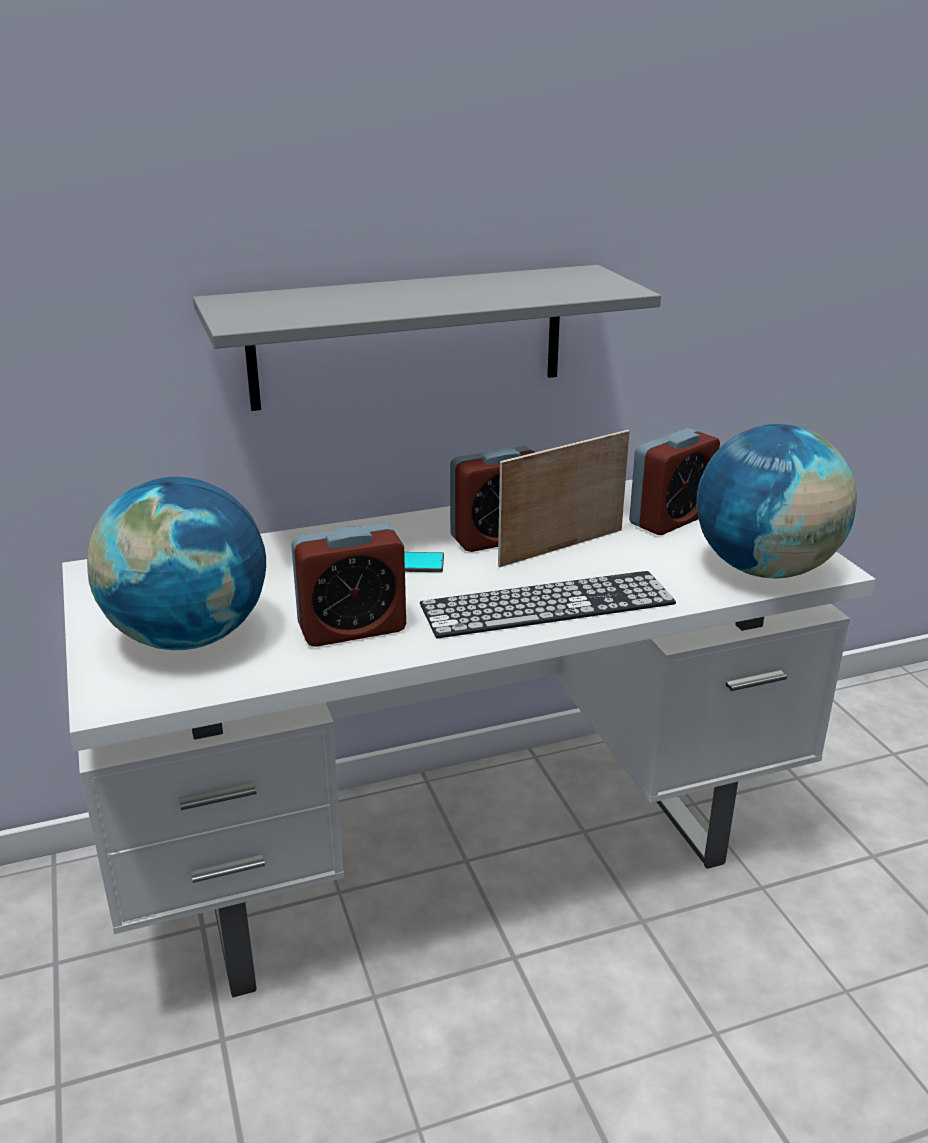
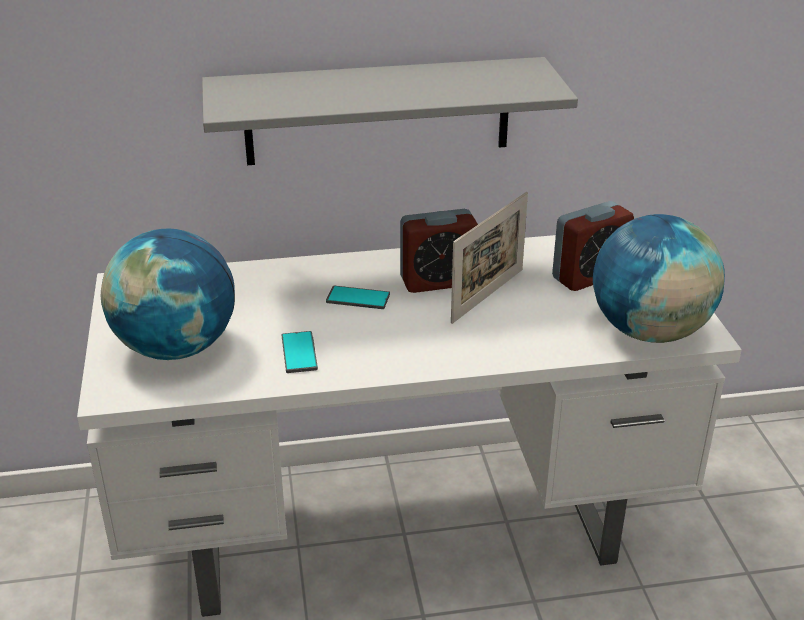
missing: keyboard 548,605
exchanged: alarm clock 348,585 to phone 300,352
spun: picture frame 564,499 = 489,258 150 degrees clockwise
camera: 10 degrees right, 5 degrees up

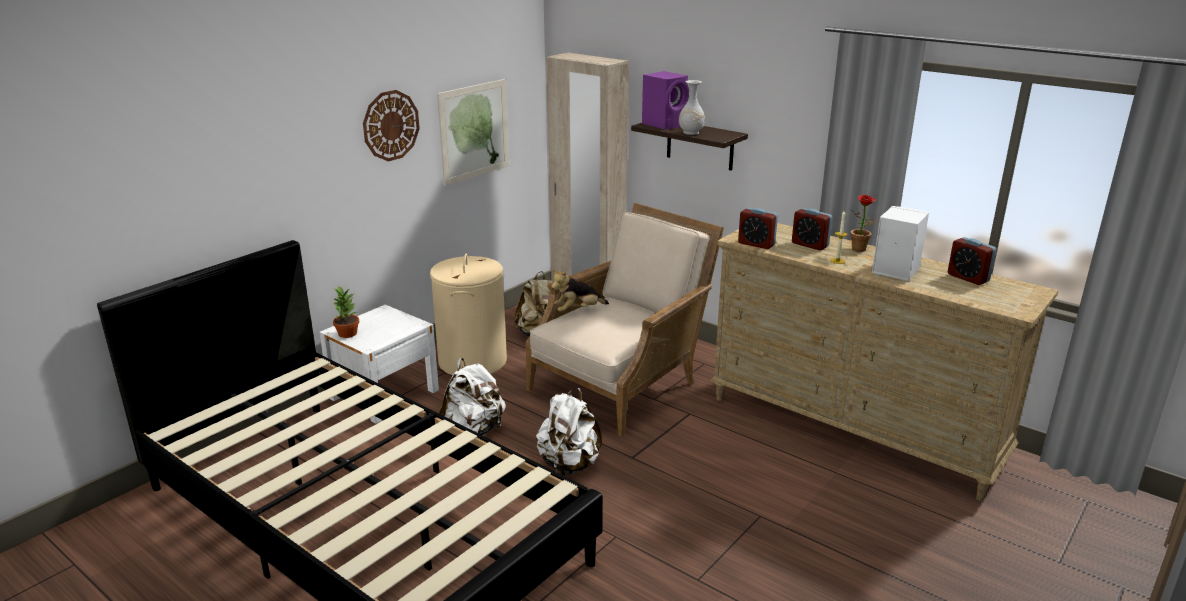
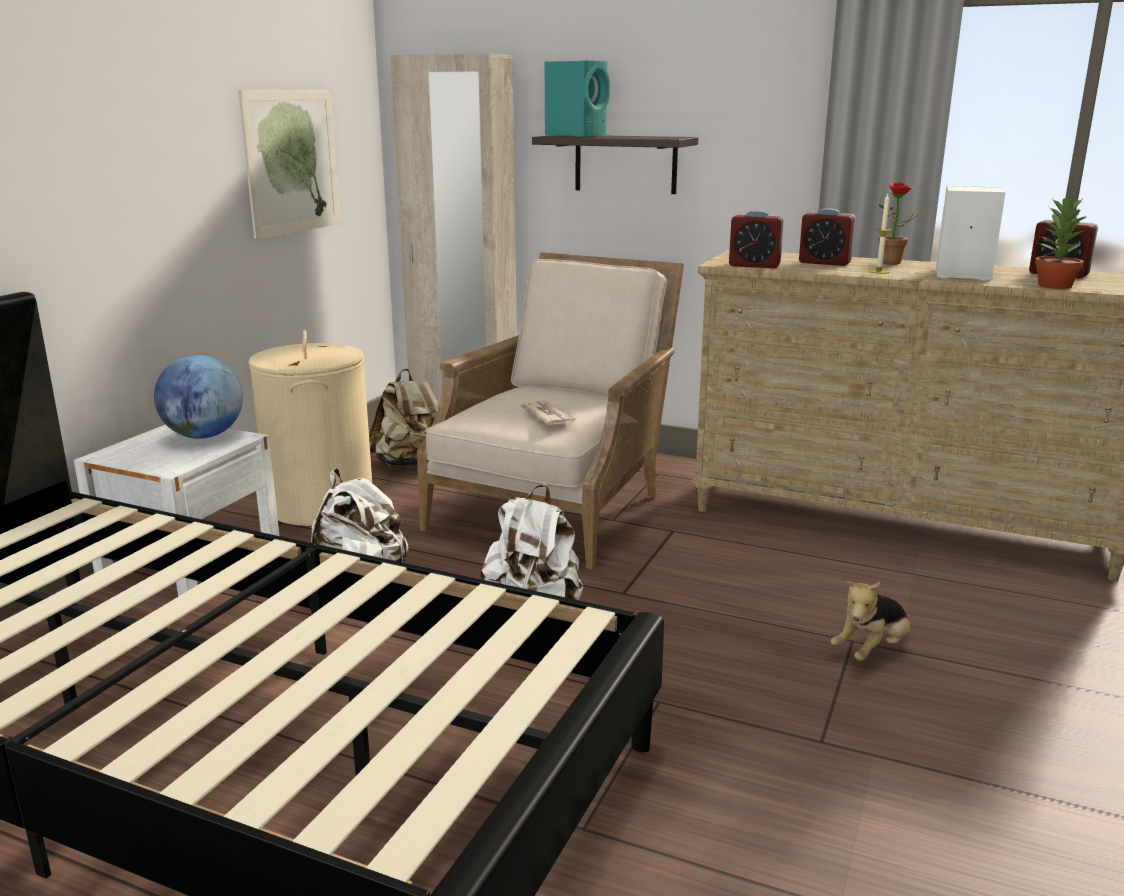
missing: wall clock 391,126; vase (white) 692,107
appeared: globe 198,397; newspaper 548,413
relocated: plush toy 580,291 to 870,621; potted plant 346,311 to 1060,242
colour: speaker (purple) 665,100 to speaker (turquoise) 577,98
camera: 15 degrees left, 5 degrees down

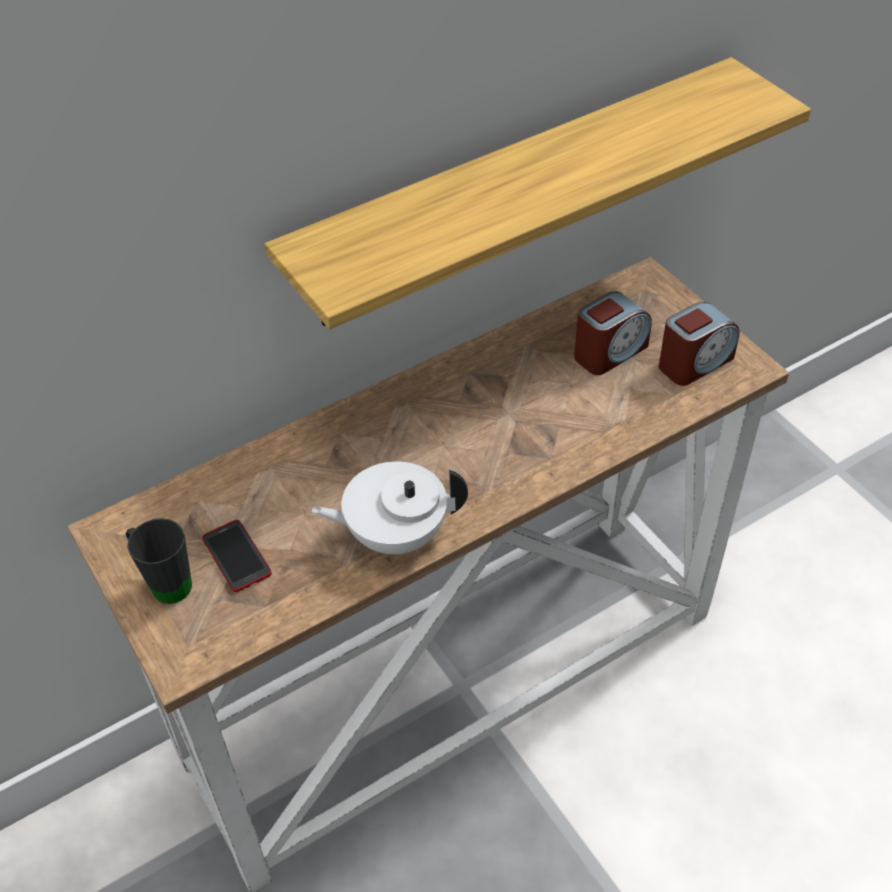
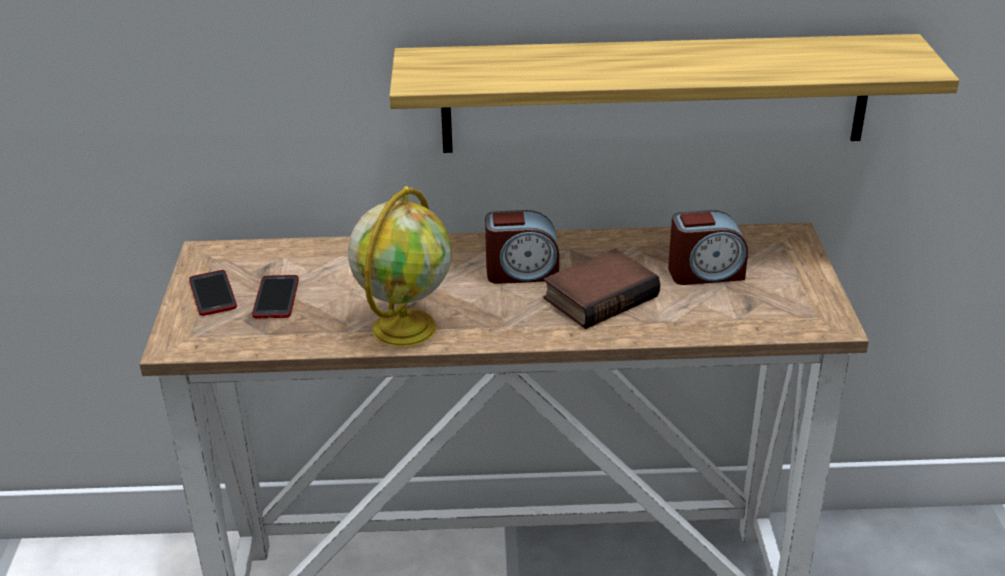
appeared: book 601,288
relocated: alarm clock 699,343 to 522,247
exchanged: mug (black) 159,561 to phone 213,293; teapot (white) 389,508 to globe 400,266
camera: 30 degrees right, 15 degrees down

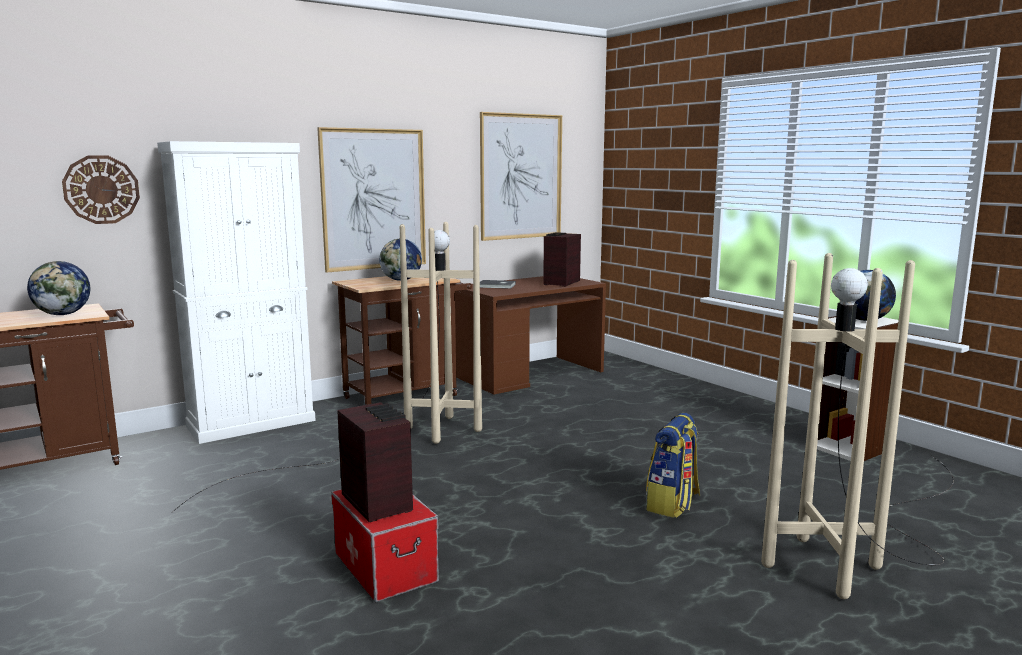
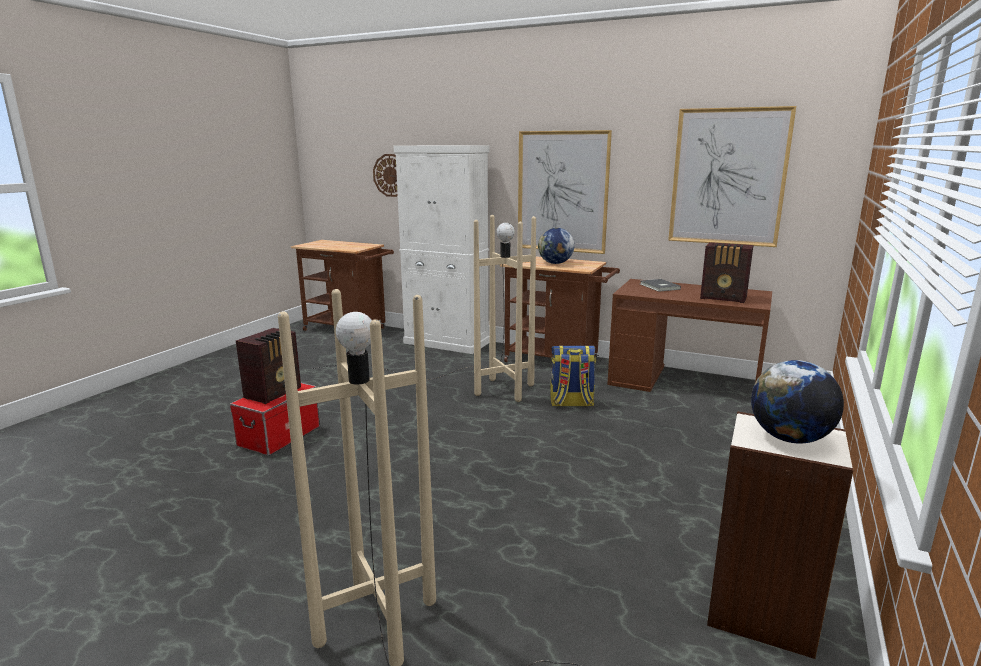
missing: globe 58,288
relocated: backpack 673,465 to 573,376
spun: radio 562,259 = 726,272 150 degrees counterclockwise
camera: 60 degrees right, 5 degrees up

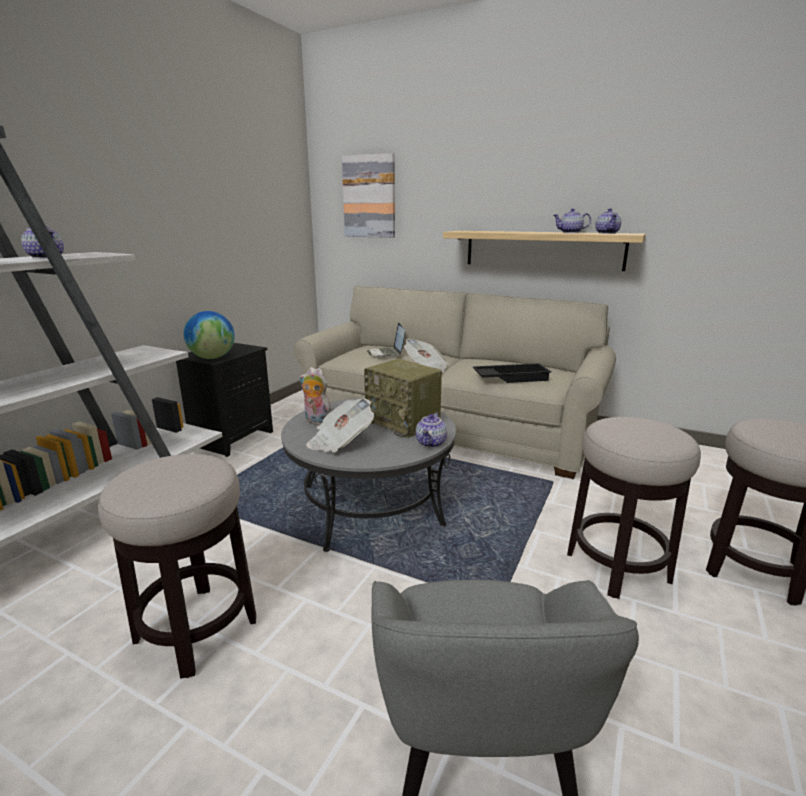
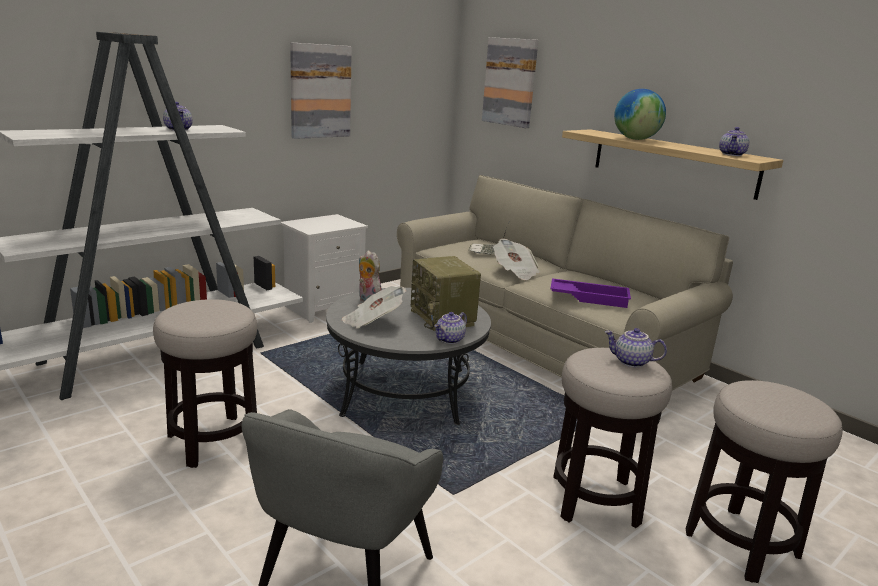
appeared: picture 321,91
relocated: teapot 572,221 to 636,347; globe 209,335 to 640,114
colour: nightstand (black) 224,400 to nightstand (white) 324,268; tray (black) 512,373 to tray (purple) 590,293
camera: 20 degrees right, 0 degrees up

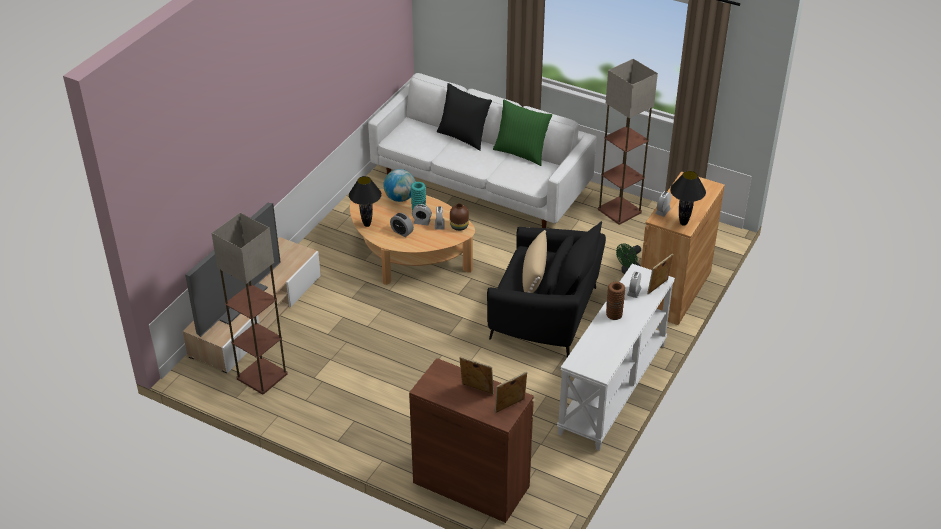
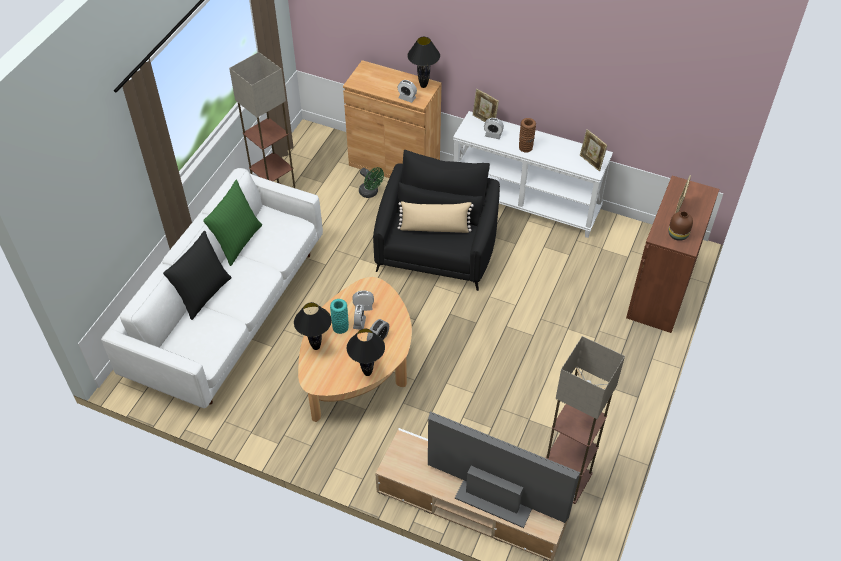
relocated: picture frame 511,392 to 594,150; vase (brown) 459,217 to 680,226
exchanged: globe 399,185 to table lamp (black) 313,326
camera: 95 degrees left, 10 degrees up

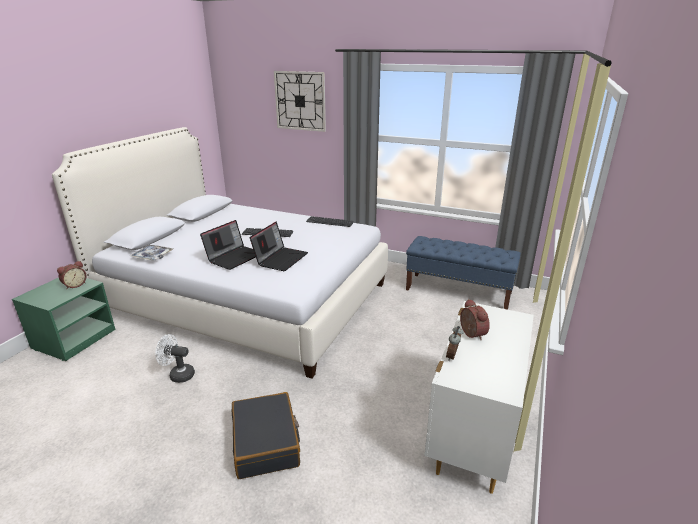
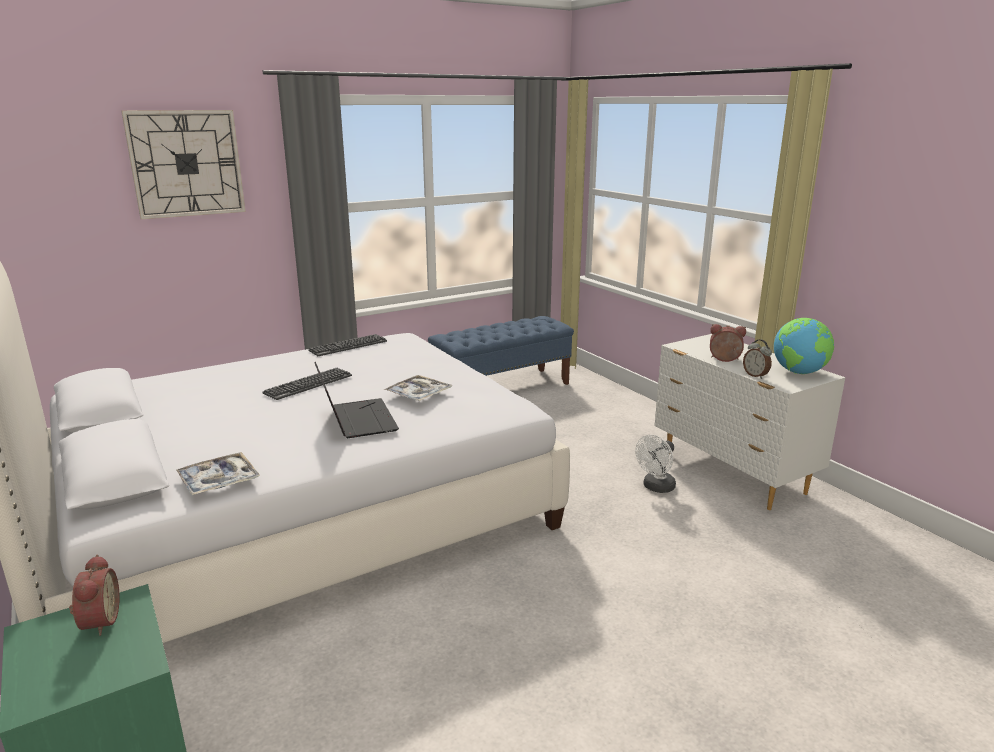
missing: suitcase (black) 266,435
appeared: globe 804,346
relocated: fan (white) 175,358 to 655,464
exchanged: laptop 279,246 to tray 418,388
camera: 55 degrees left, 5 degrees down

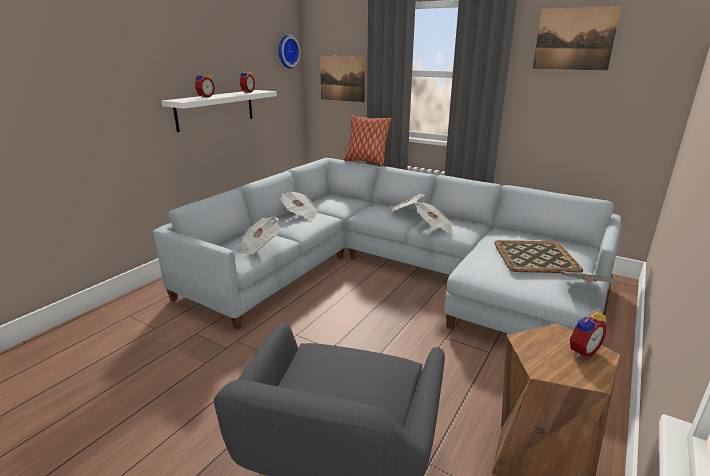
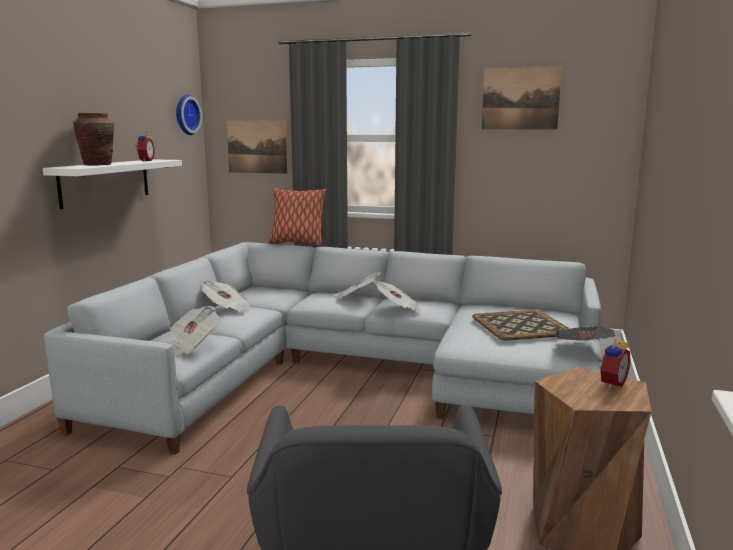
exchanged: alarm clock 205,84 to vase (brown) 93,139
camera: 15 degrees left, 10 degrees down

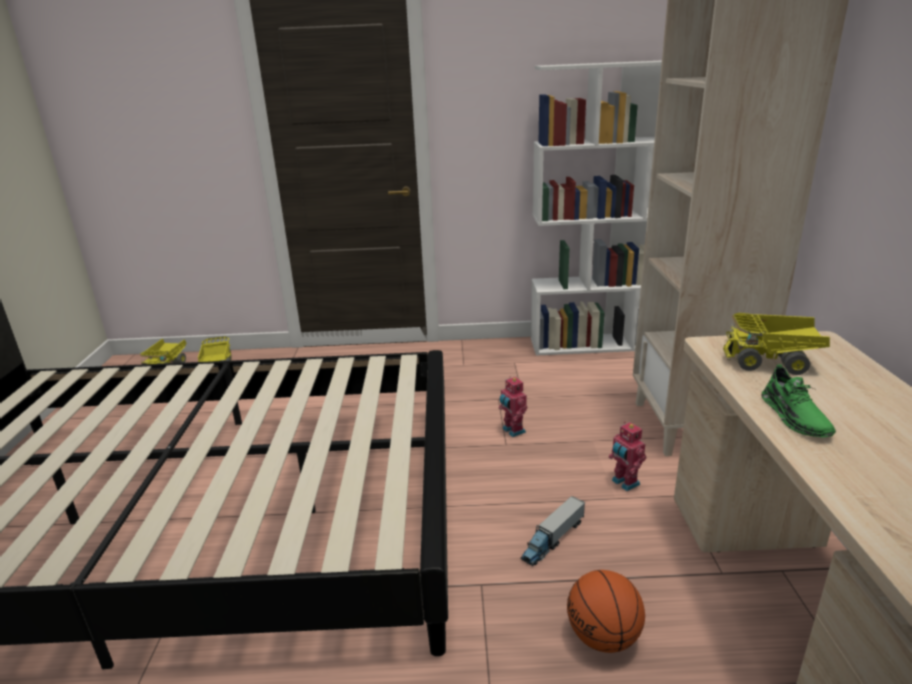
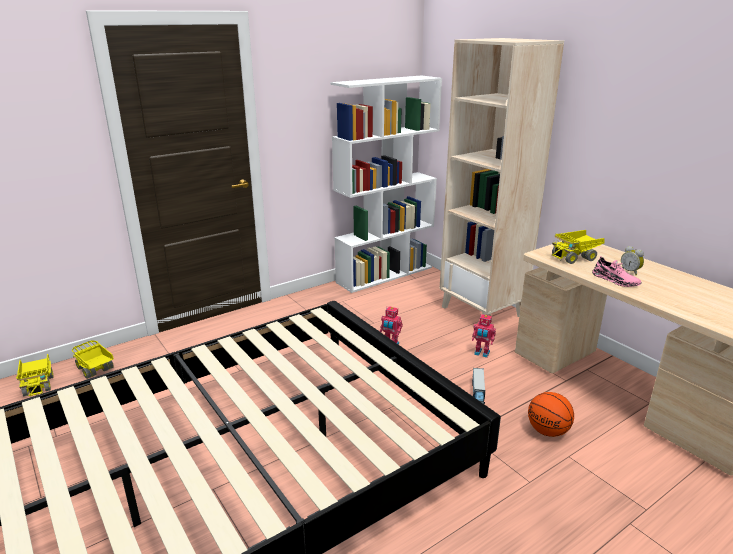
appeared: alarm clock 632,260
colour: shoe (green) 798,400 to shoe (pink) 617,271
camera: 35 degrees left, 0 degrees up

